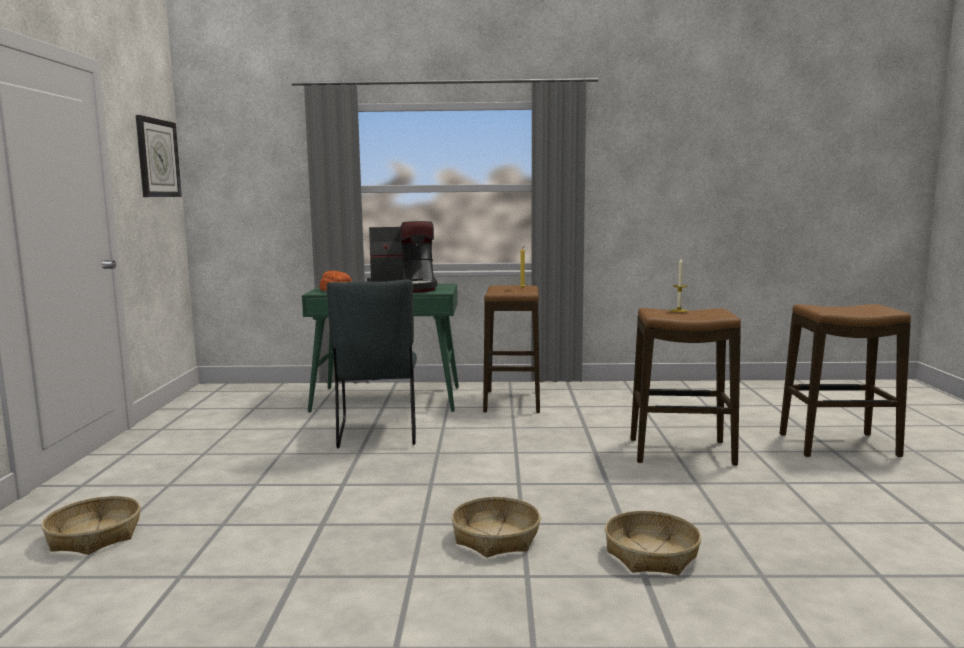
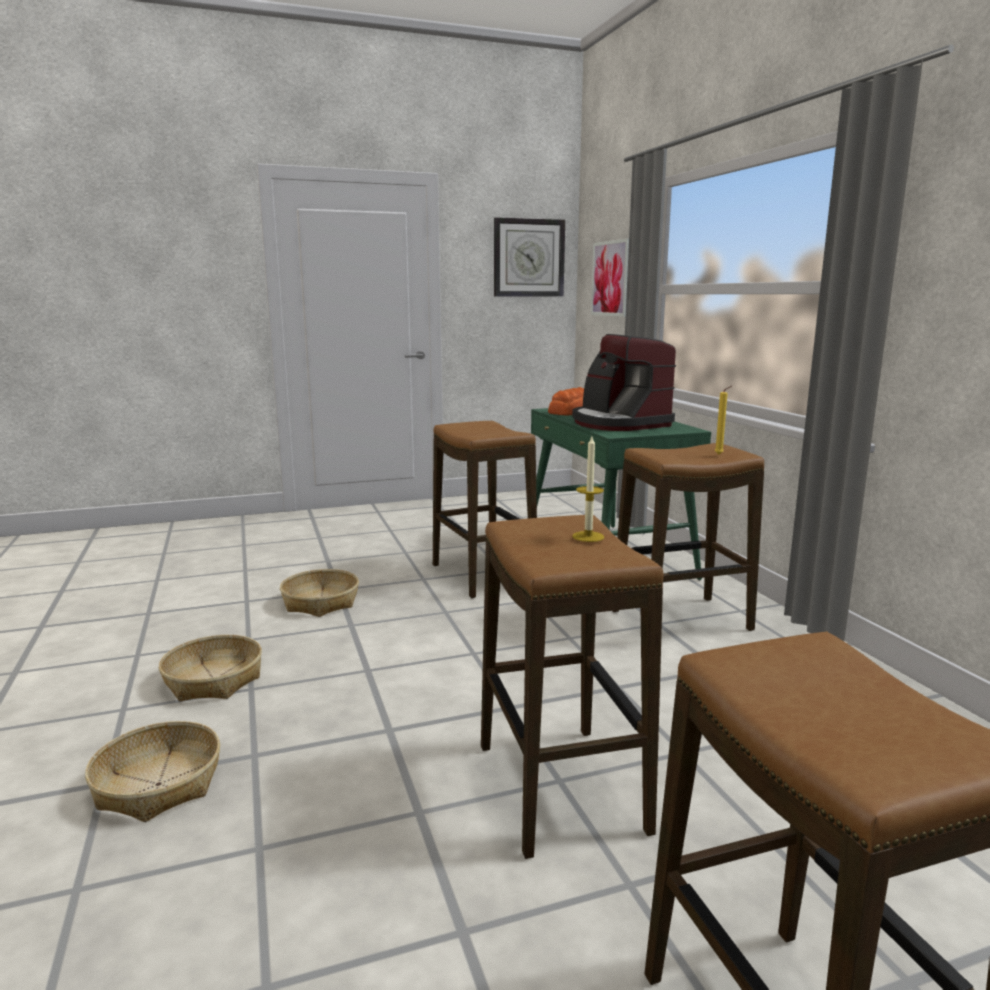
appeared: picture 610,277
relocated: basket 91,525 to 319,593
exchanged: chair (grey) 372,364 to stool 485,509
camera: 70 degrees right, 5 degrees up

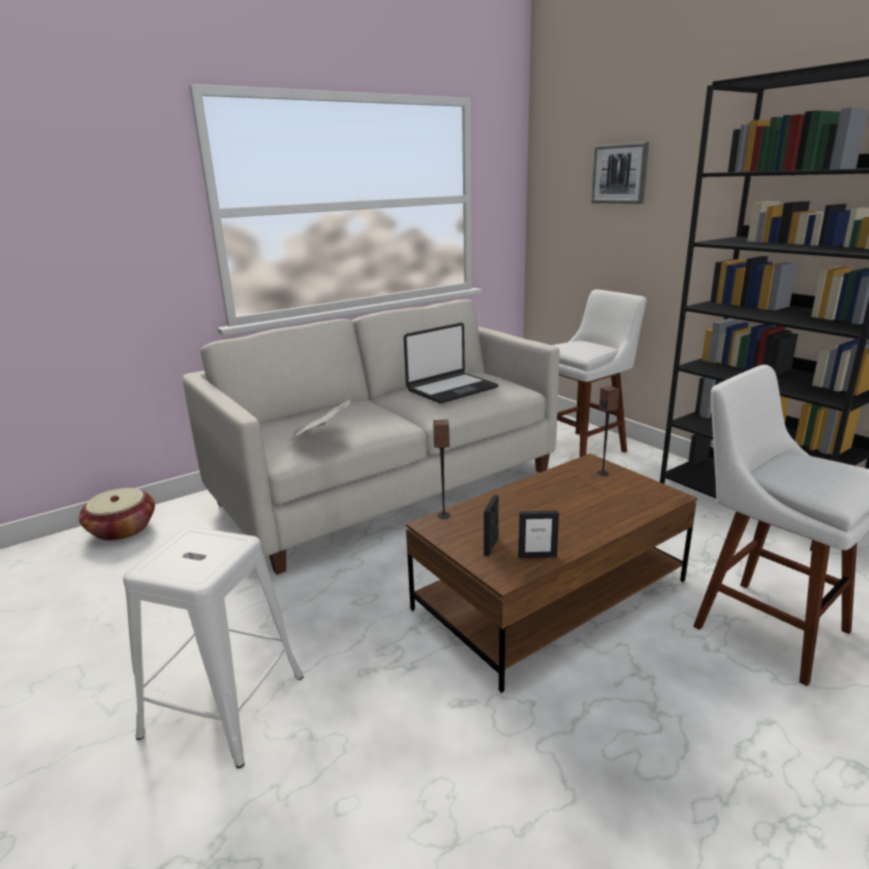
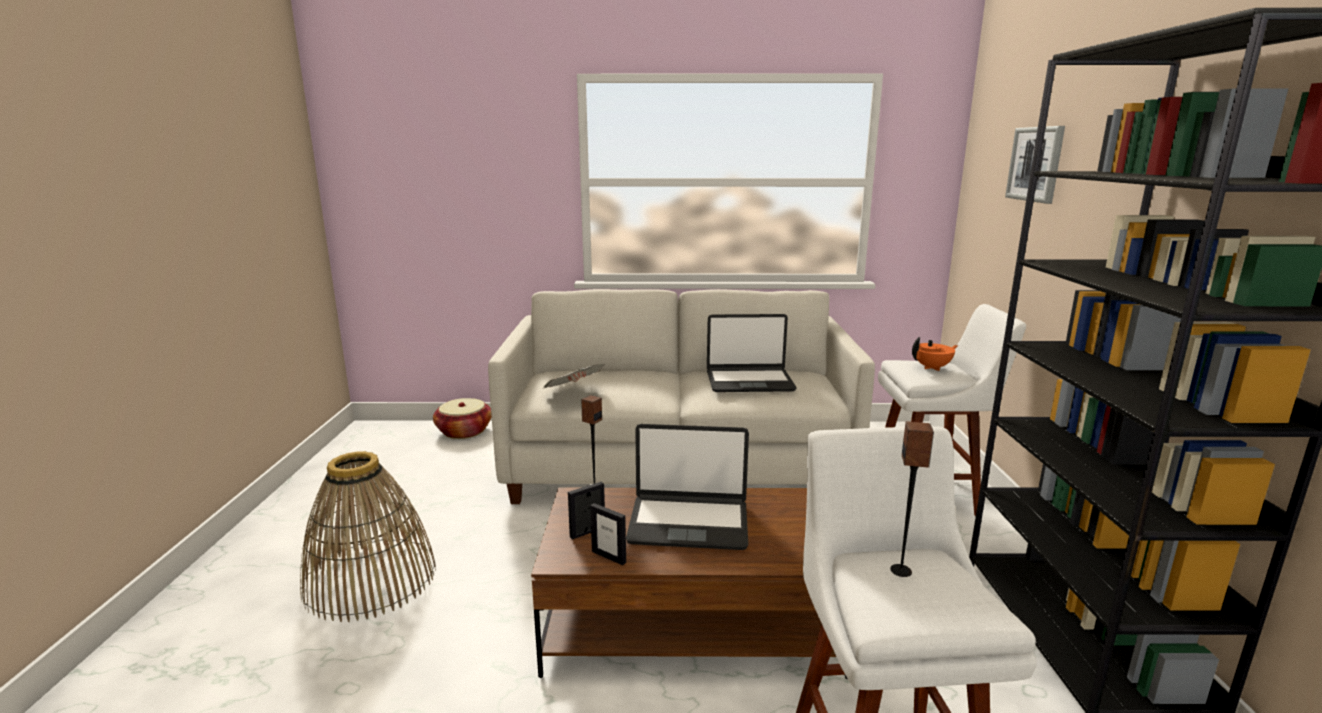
appeared: laptop 687,487; teapot (orange) 935,354
relocated: speaker 608,431 to 912,499
exchanged: stool (white) 213,648 to basket 368,536
camera: 35 degrees right, 5 degrees down

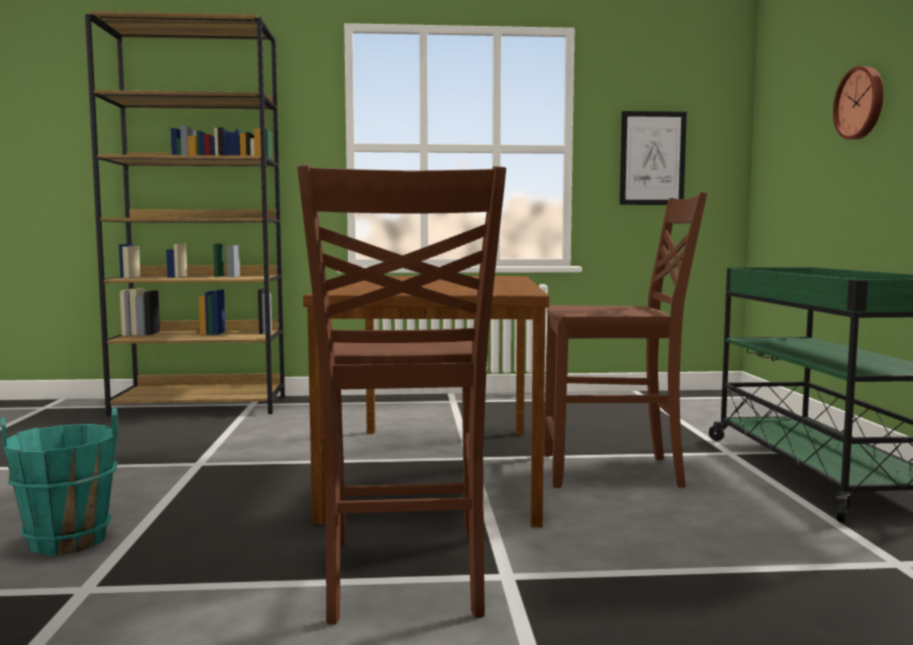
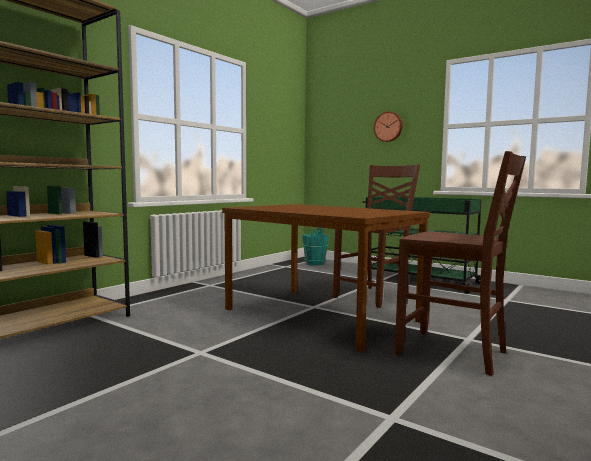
missing: picture 653,158
relocated: bucket (turquoise) 59,481 to 315,247
camera: 50 degrees left, 0 degrees up

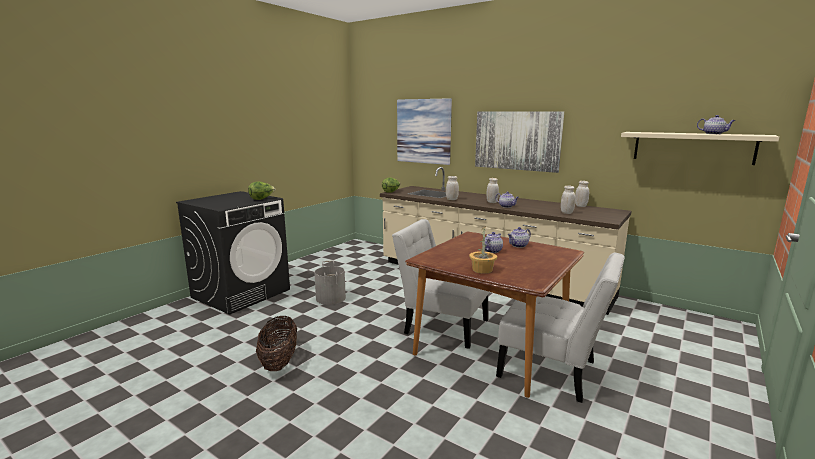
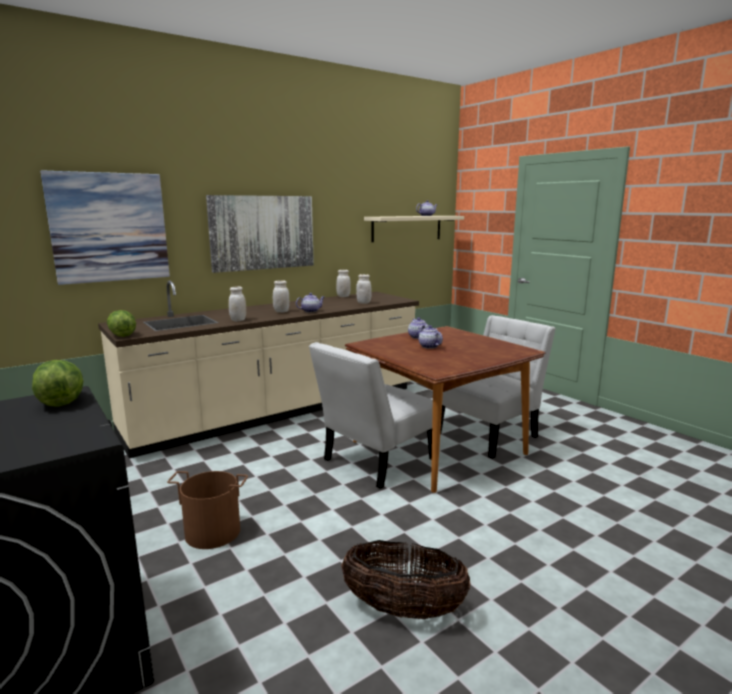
missing: potted plant 483,250
colour: bucket (grey) 330,283 to bucket (brown) 207,510
camera: 70 degrees left, 0 degrees up

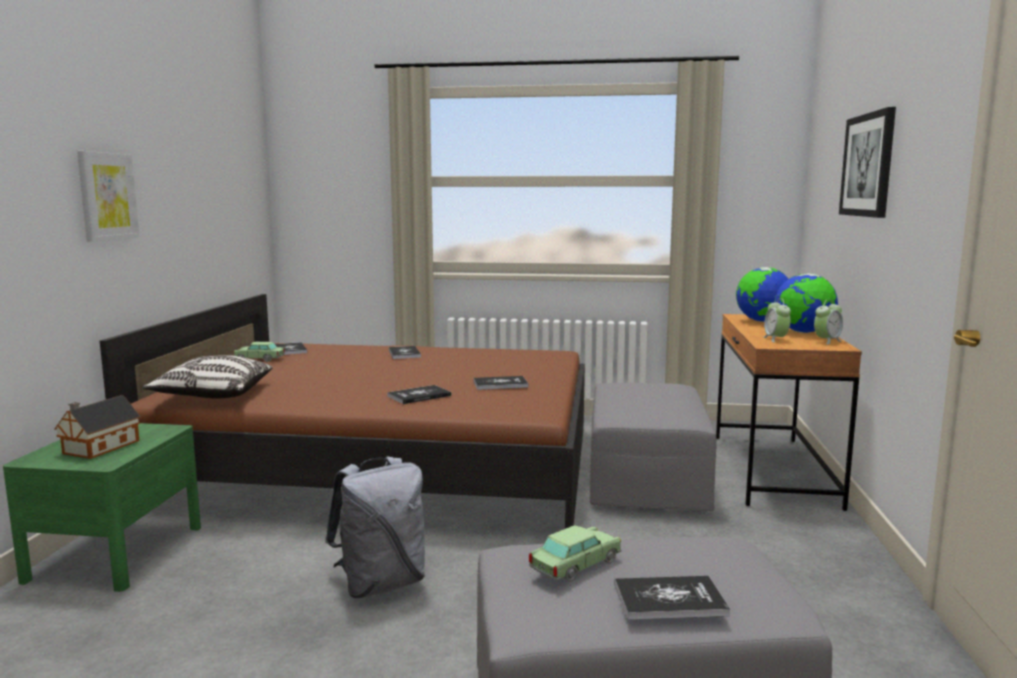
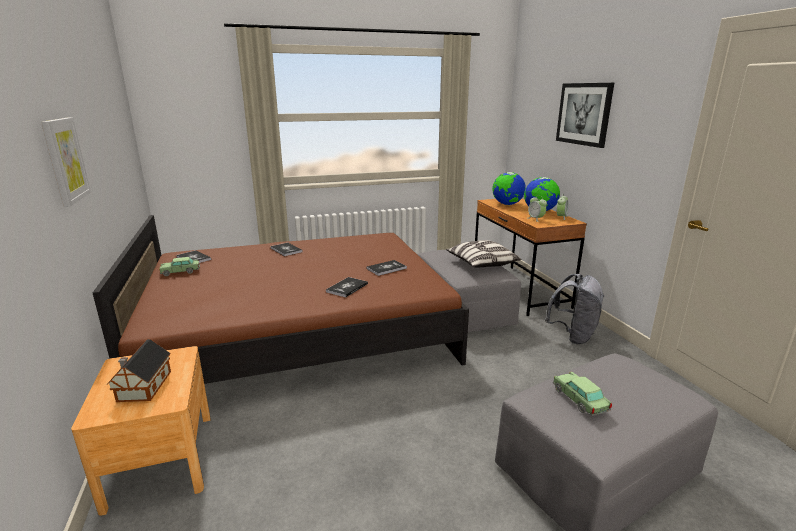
missing: book 672,598
relocated: pillow 208,377 to 484,254; backpack (grey) 375,527 to 574,309
colour: nightstand (green) 102,507 to nightstand (brown) 141,431
spun: toy car 575,553 = 582,394 45 degrees counterclockwise
camera: 25 degrees left, 10 degrees up

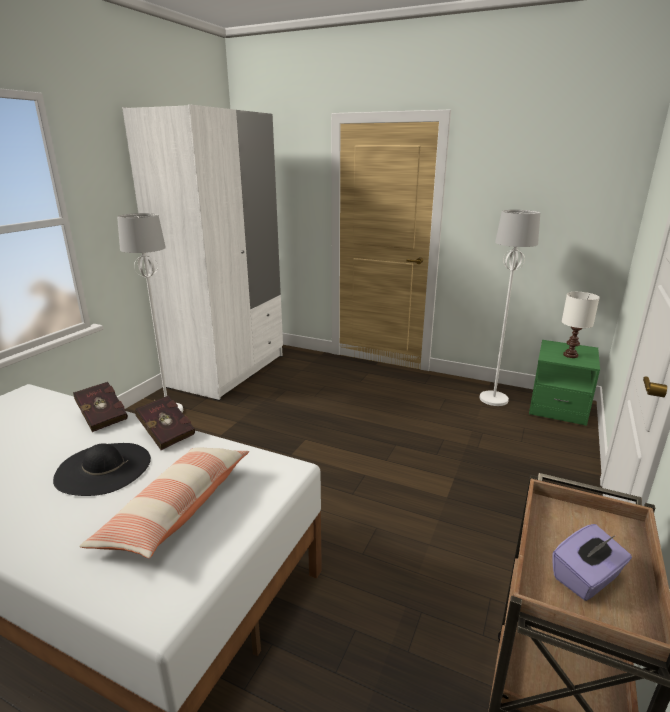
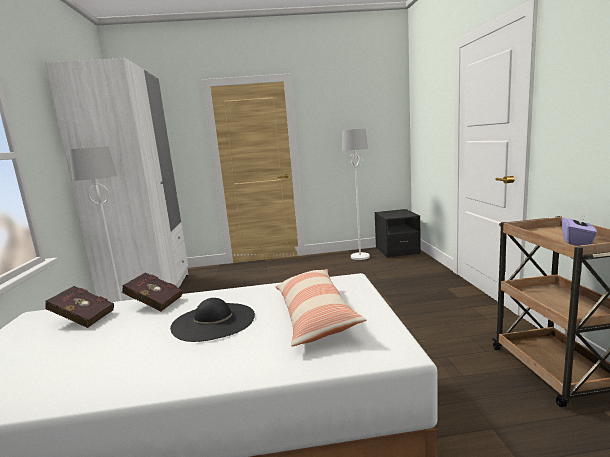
missing: table lamp (white) 581,325
relocated: book (red) 165,423 to 79,307
colour: nightstand (green) 564,383 to nightstand (black) 397,233
camera: 30 degrees left, 10 degrees down

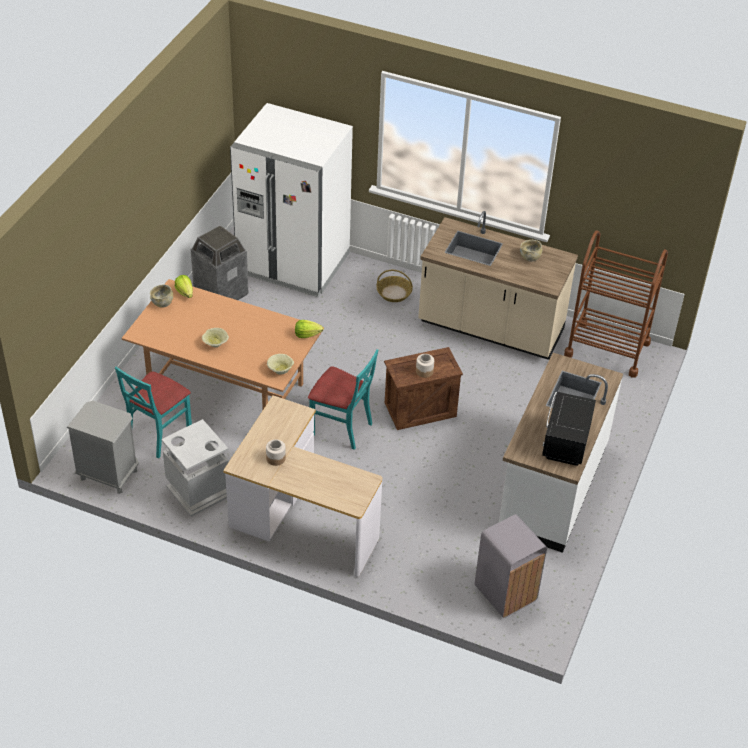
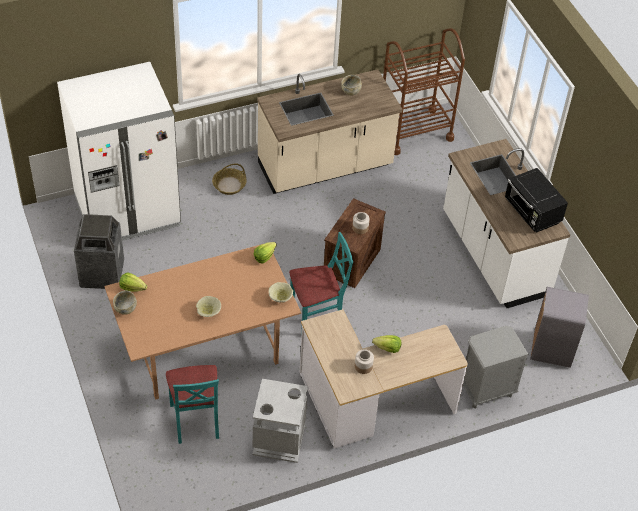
appeared: lettuce 386,344
relocated: nightstand (grey) 103,447 to 496,367
camera: 45 degrees left, 5 degrees up

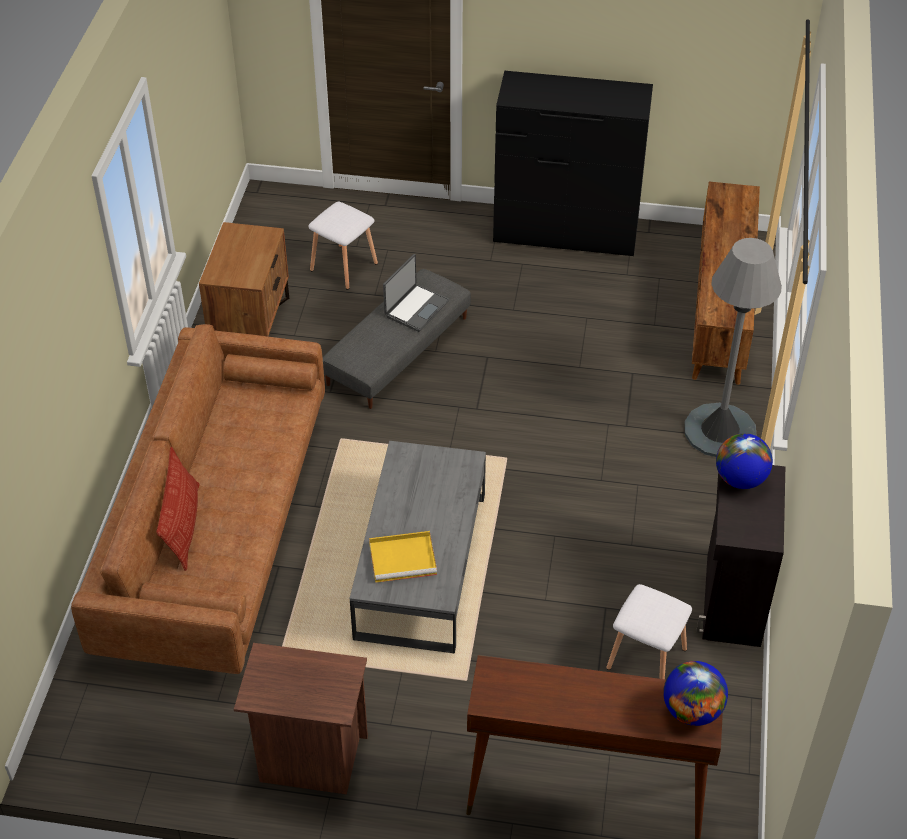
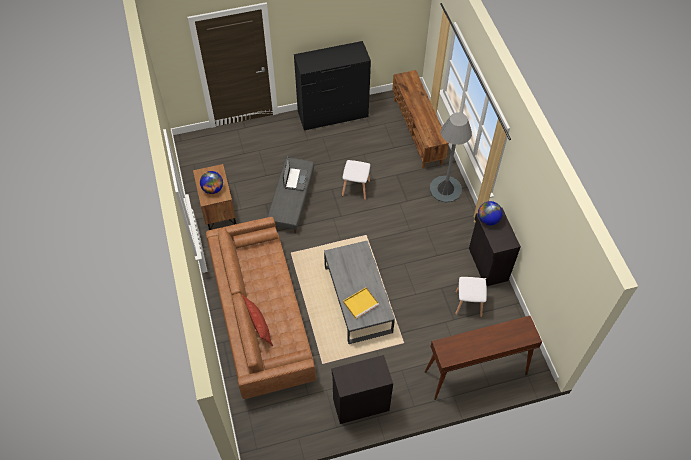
relocated: globe 695,693 to 211,182; stool (white) 343,246 to 356,180
exchanged: nightstand (brown) 301,719 to cabinet (black) 362,389
camera: 25 degrees left, 10 degrees up

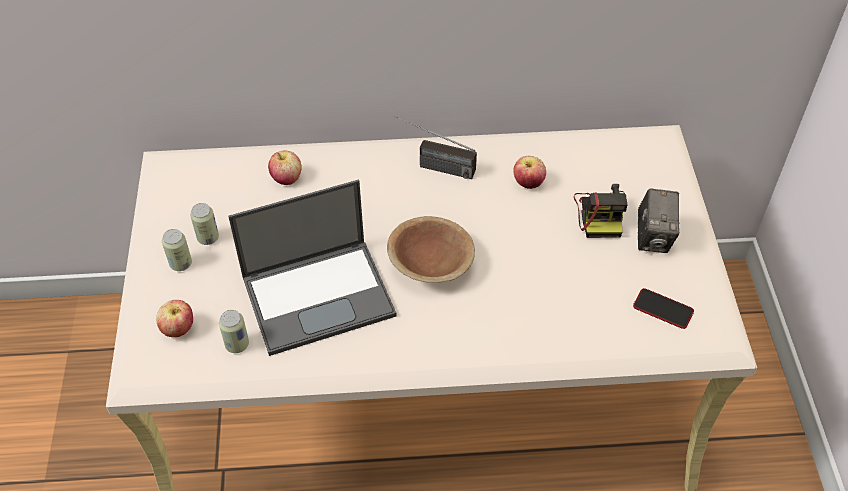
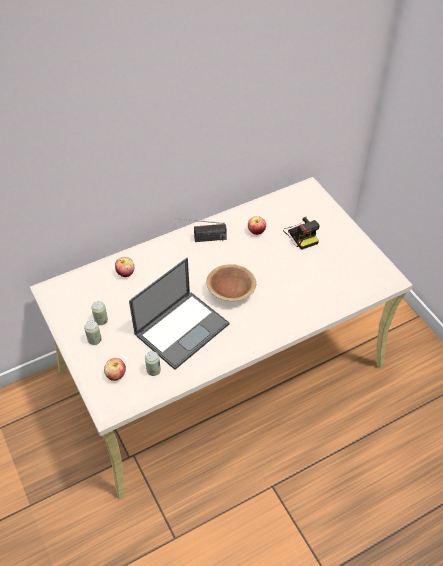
missing: phone 663,308; photo camera 658,221
camera: 25 degrees left, 0 degrees up

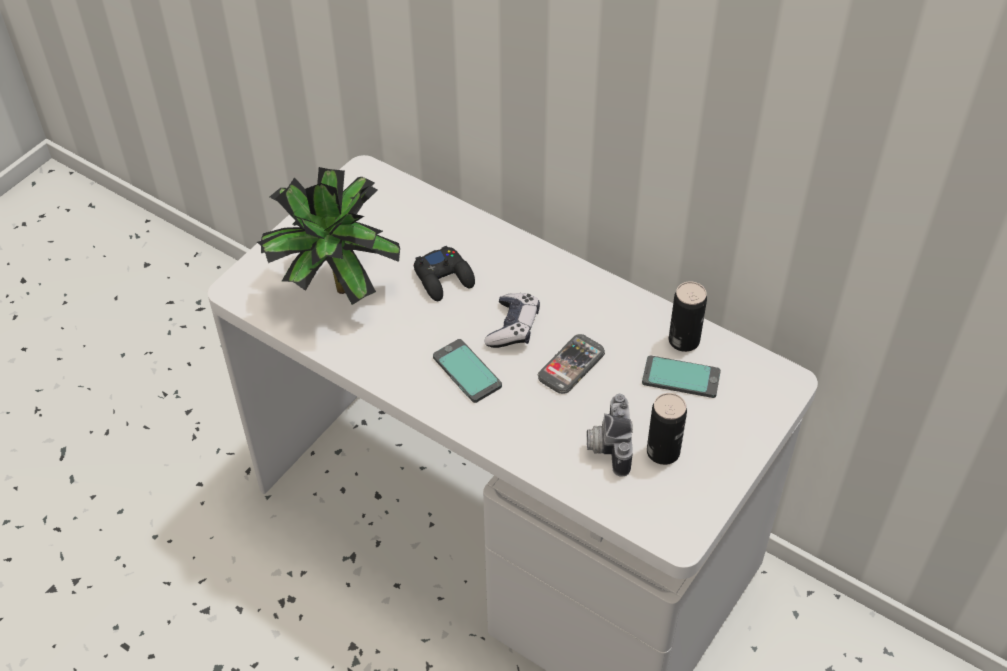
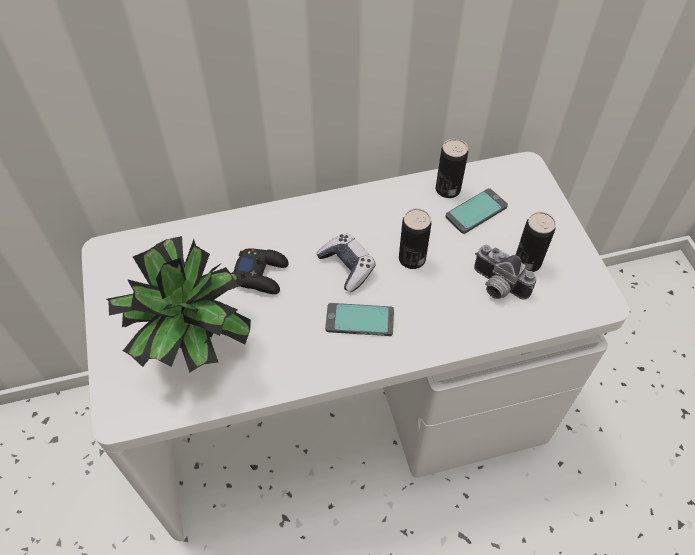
exchanged: phone 571,364 to can 415,239
camera: 50 degrees left, 5 degrees up

